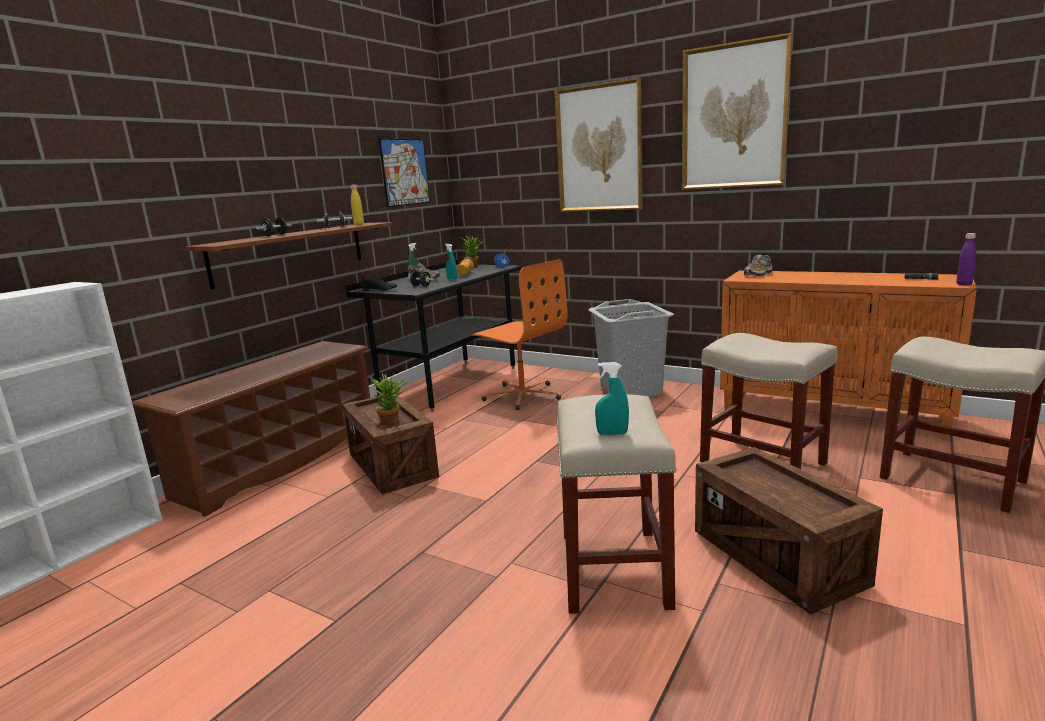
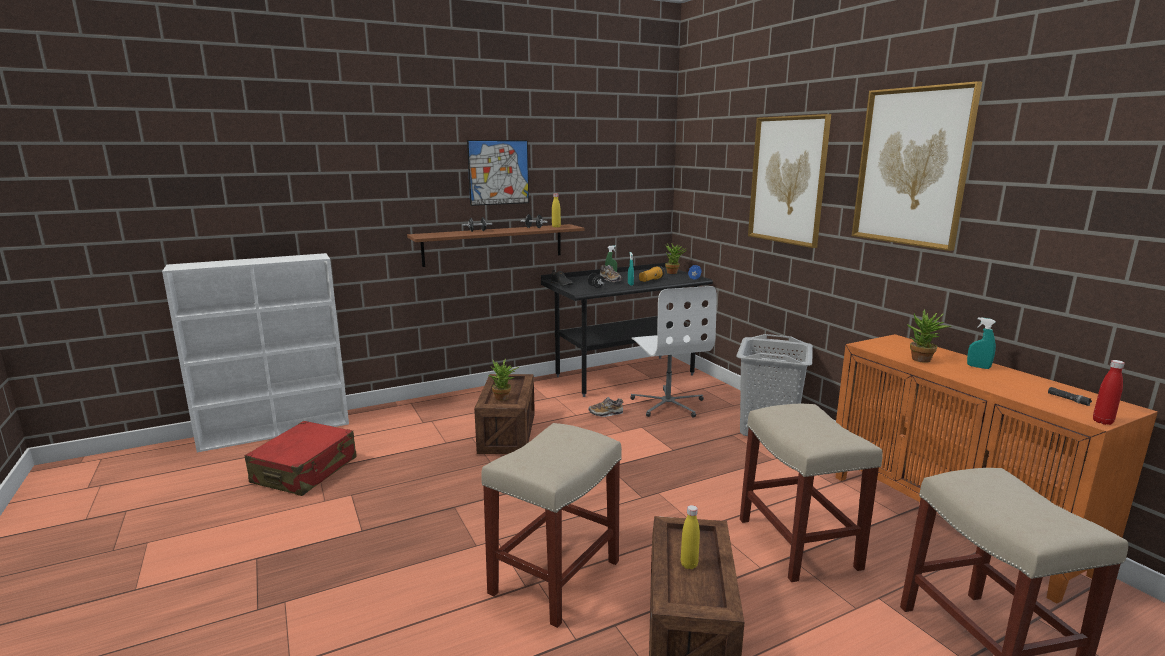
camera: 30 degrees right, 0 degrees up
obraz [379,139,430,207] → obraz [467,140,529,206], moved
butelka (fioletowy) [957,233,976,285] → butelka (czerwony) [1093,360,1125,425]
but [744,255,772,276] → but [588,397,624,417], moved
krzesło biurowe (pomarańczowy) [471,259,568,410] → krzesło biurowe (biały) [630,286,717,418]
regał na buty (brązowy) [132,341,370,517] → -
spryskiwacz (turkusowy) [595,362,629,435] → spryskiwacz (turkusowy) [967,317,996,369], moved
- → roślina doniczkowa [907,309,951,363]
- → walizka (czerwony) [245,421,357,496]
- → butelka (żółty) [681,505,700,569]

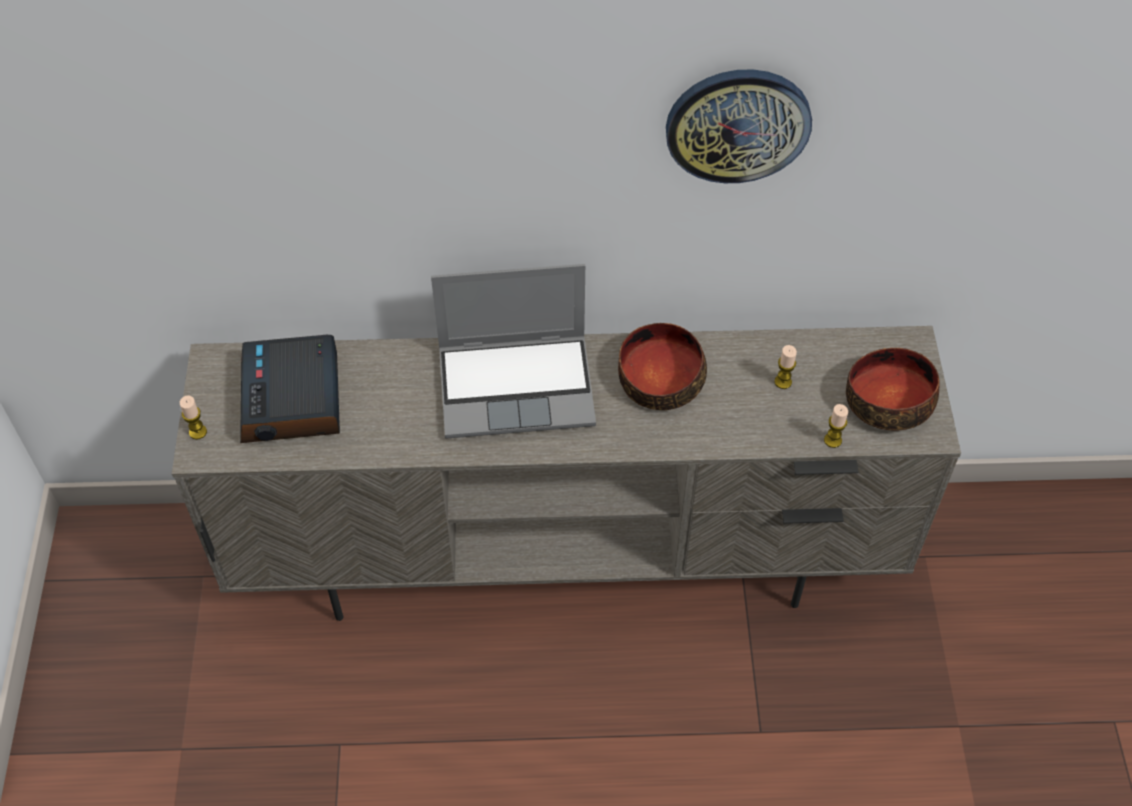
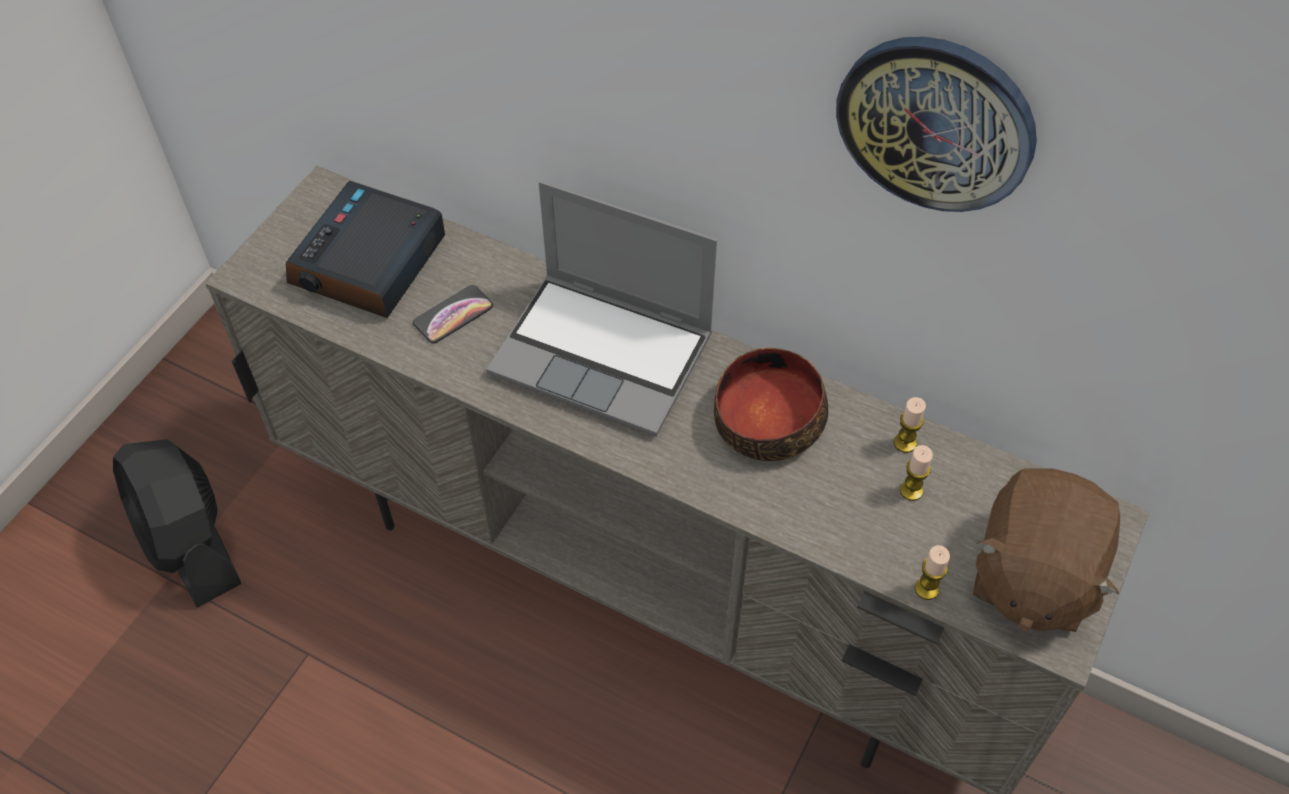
camera: 30 degrees right, 0 degrees up
miska [846,348,939,431] → pluszak (brązowy) [973,468,1120,632]
świeca [180,395,207,440] → świeca [894,397,926,453], moved
- → telefon [413,285,493,343]
- → wentylator (czarny) [113,439,242,608]

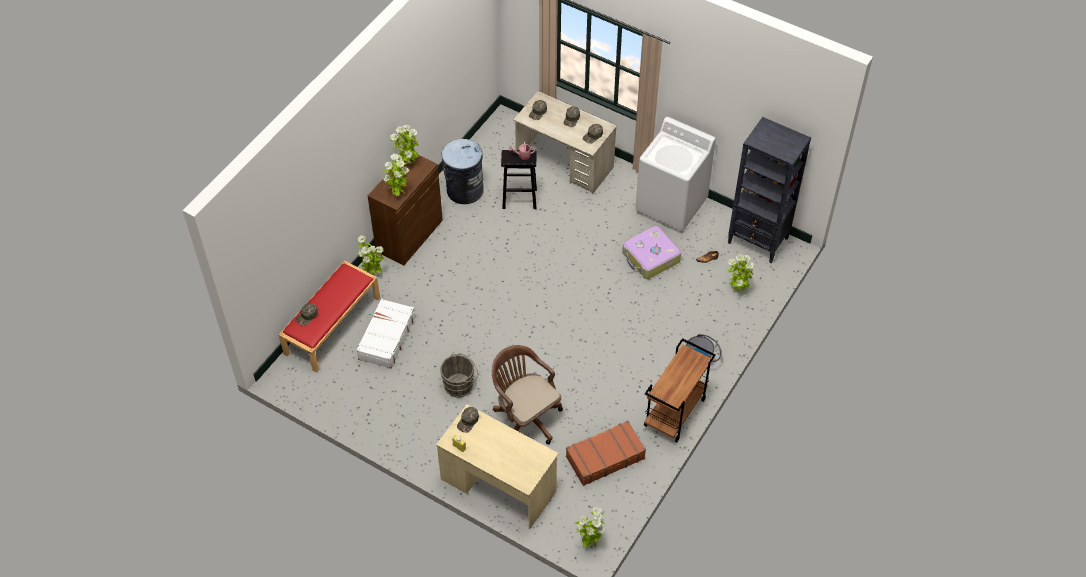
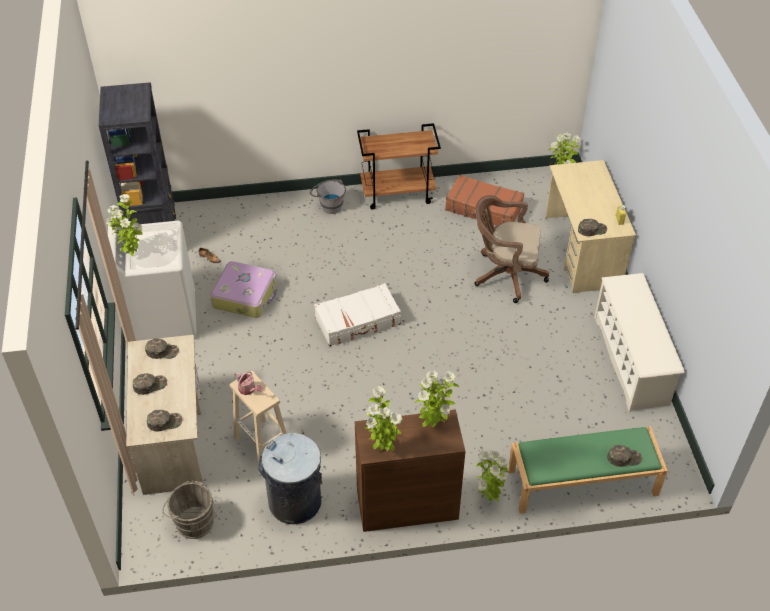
camera: 130 degrees left, 5 degrees down
stołek (czarny) [501,150,537,209] → stołek (beżowy) [230,371,287,465]
roślina doniczkowa [727,254,754,292] → roślina doniczkowa [106,194,143,256], moved
ławka (czerwony) [279,261,380,372] → ławka (zielony) [508,426,668,514]
walizka (biały) [356,299,415,369] → walizka (biały) [314,283,401,346], moved
krzesło biurowe (brązowy) [492,345,563,444] → krzesło biurowe (brązowy) [475,195,549,303], 90 degrees clockwise
wiadro (szary) [440,354,478,397] → wiadro (szary) [162,481,215,539], moved
- → regał na buty (biały) [594,273,685,412]

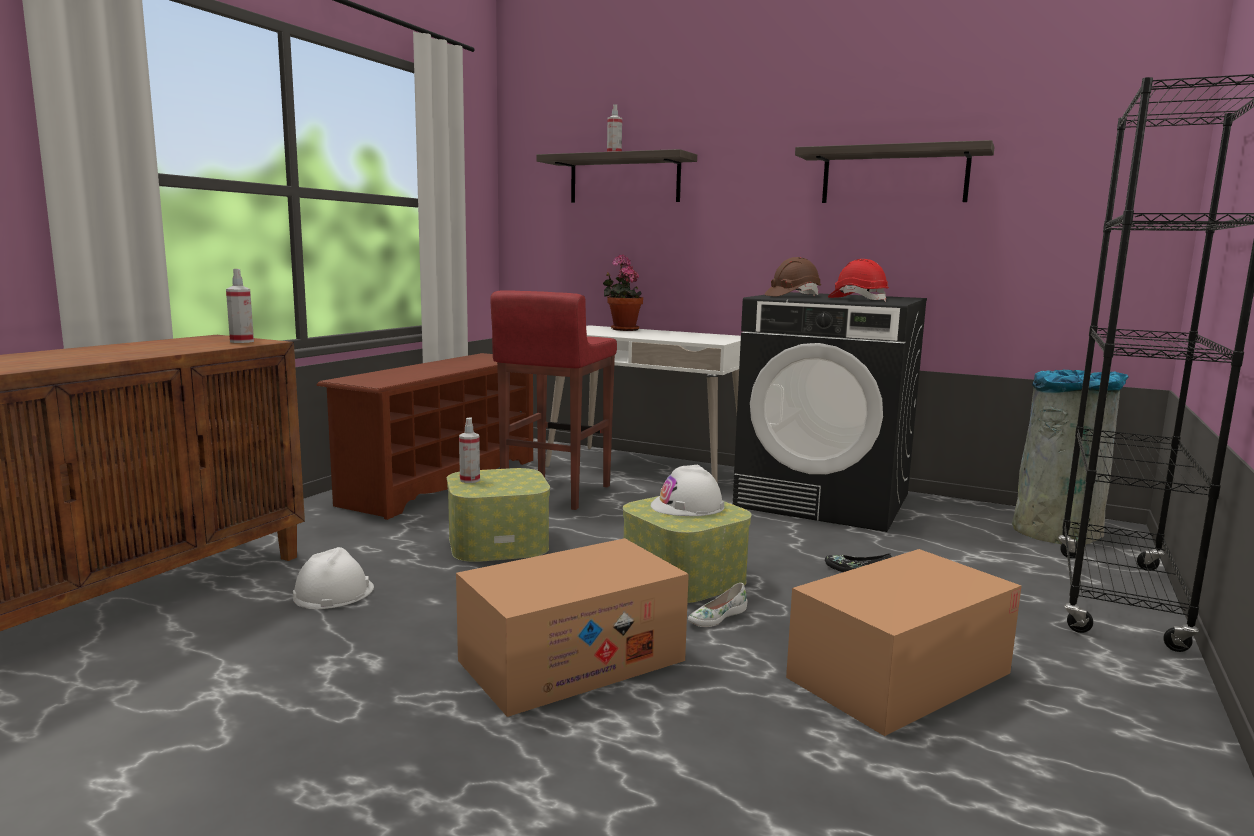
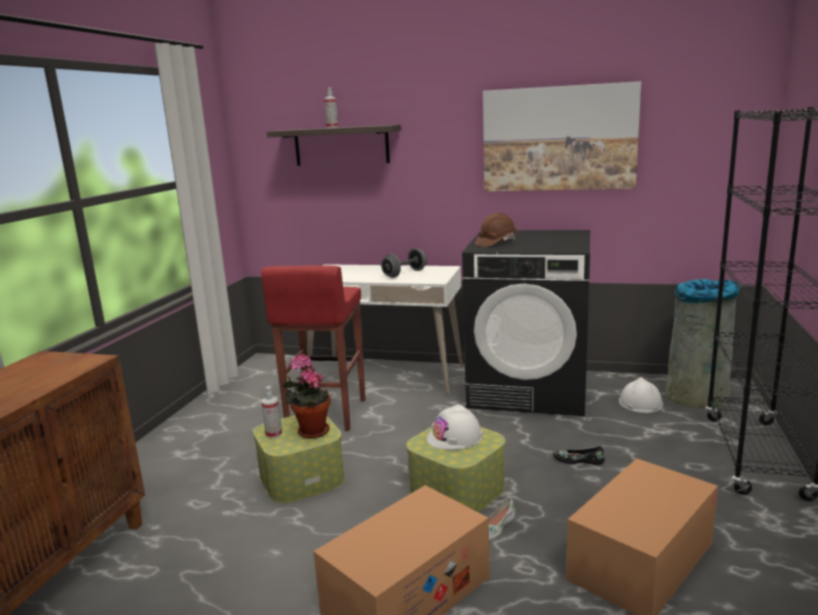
camera: 10 degrees left, 5 degrees up
półka [795,140,995,203] → obraz [483,81,641,191]
roślina doniczkowa [603,254,643,331] → roślina doniczkowa [283,354,331,439], moved
kask (czerwony) [828,259,889,302] → -
spryskiwacz [226,269,254,343] → -
regał na buty (brązowy) [316,353,533,520] → -
kask (biały) [293,547,374,609] → kask (biały) [619,377,663,413], moved
- → hantel (szary) [381,248,427,278]

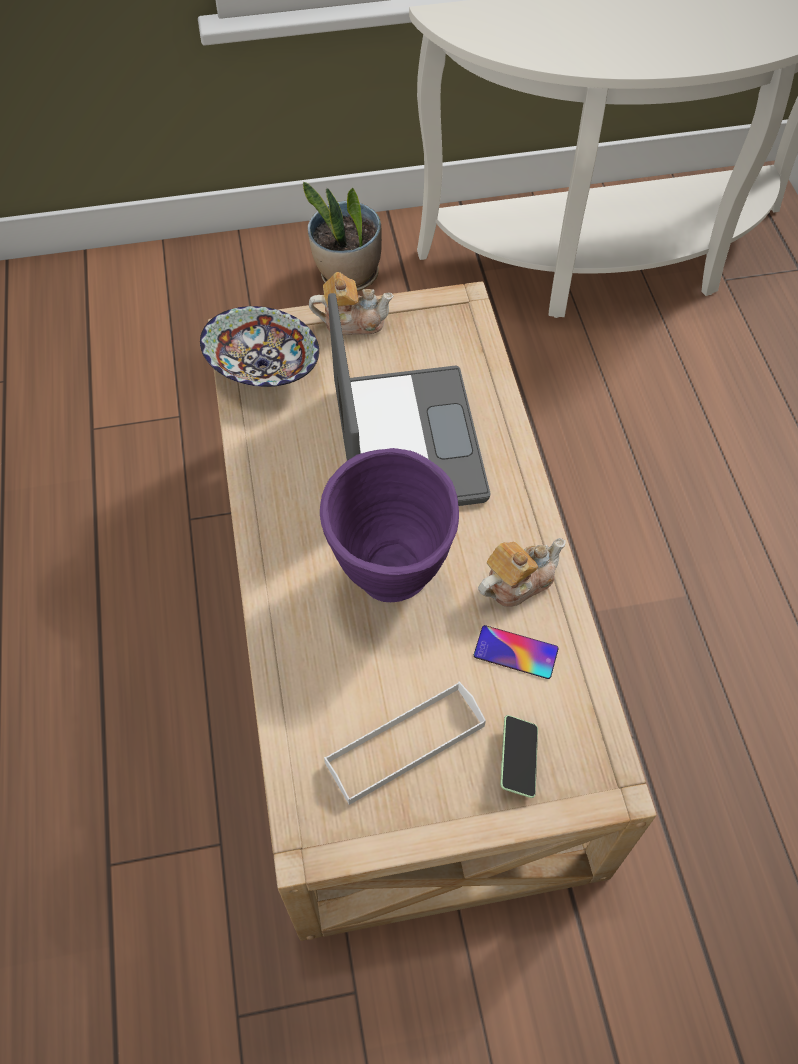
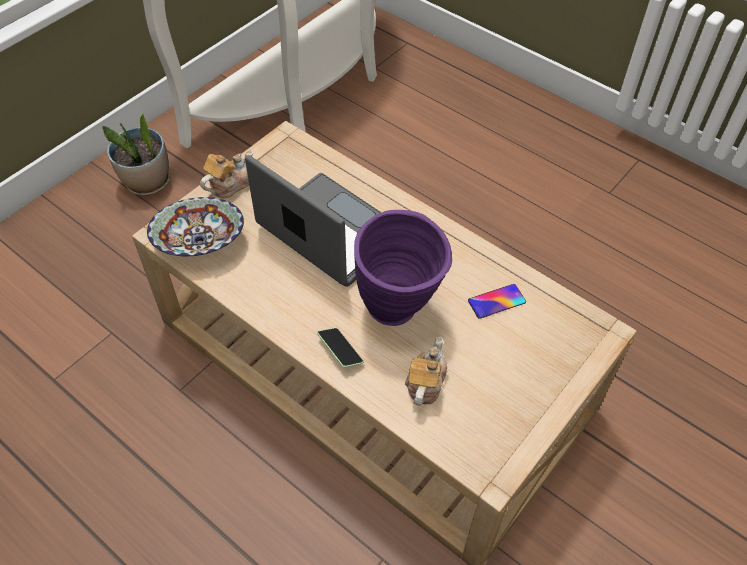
camera: 40 degrees left, 5 degrees down
imbryk [478,538,566,607] → imbryk [405,336,447,405], moved
taca (biały) [324,682,486,805] → -
telefon [500,715,538,798] → telefon [317,328,363,367], moved

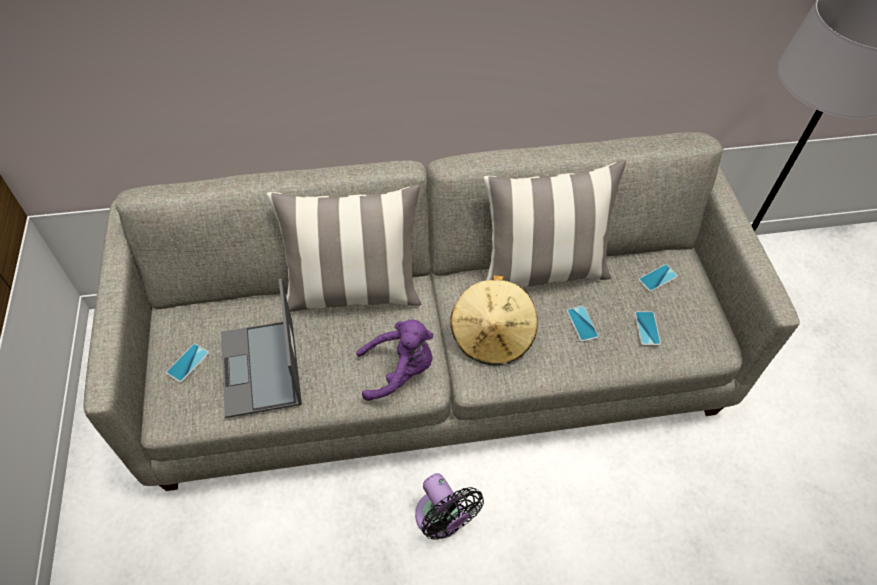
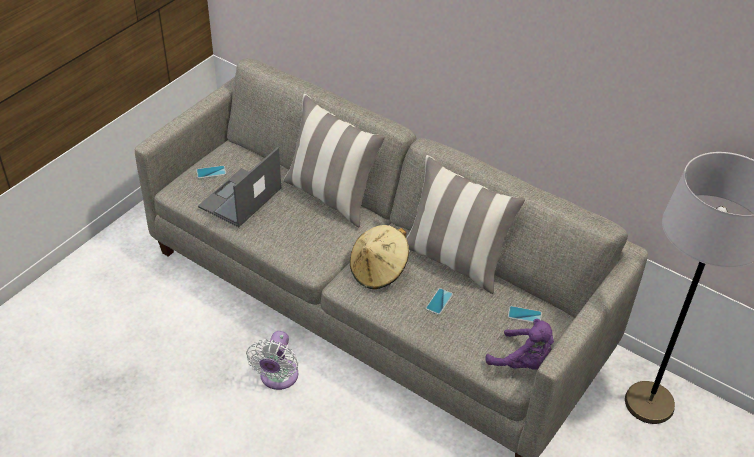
camera: 45 degrees right, 10 degrees down
telefon [635,311,661,345] → -
pluszak (fioletowy) [356,320,433,401] → pluszak (fioletowy) [485,319,554,370], moved
wentylator (czarny) [415,473,484,540] → wentylator (biały) [246,331,298,390]

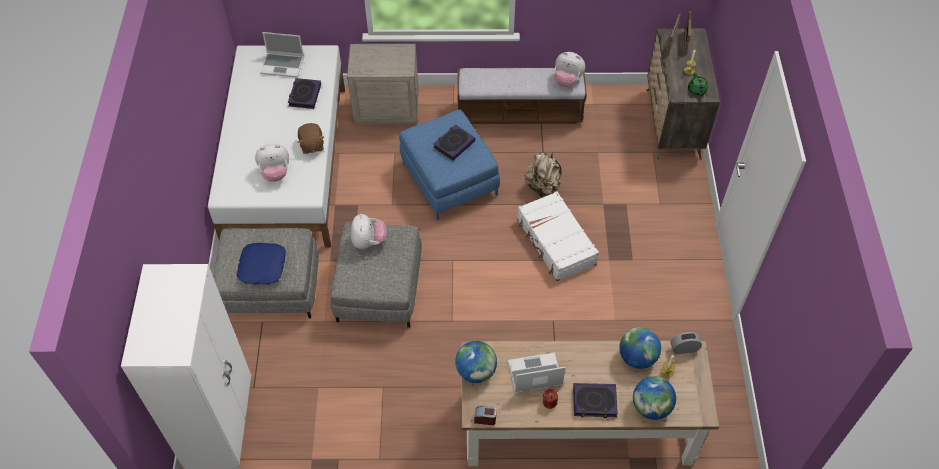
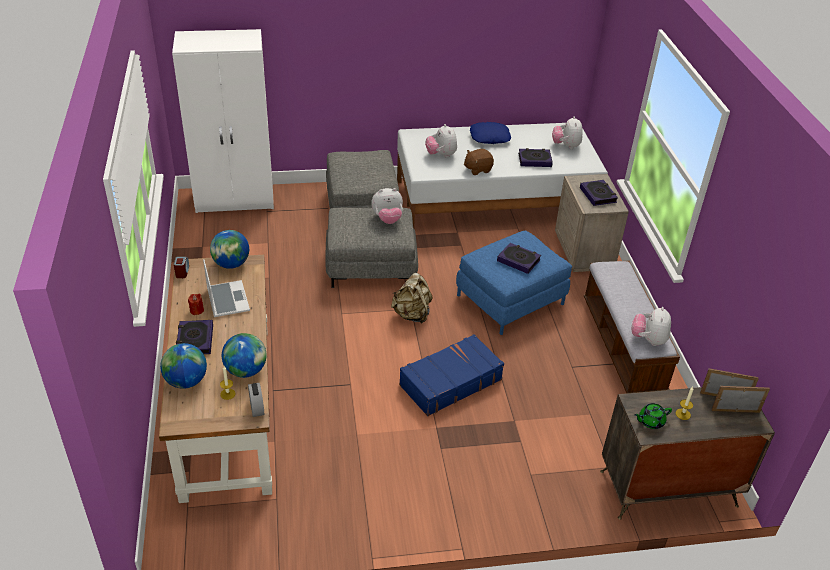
camera: 80 degrees right, 15 degrees down
laptop [260,32,304,78] → pluszak [552,116,583,149]
plecak (beżowy) [525,151,562,197] → plecak (beżowy) [391,273,433,324], moved
walizka (biały) [517,191,599,281] → walizka (niebieski) [399,334,504,416]
poduszka (niebieski) [237,243,286,285] → poduszka (niebieski) [470,122,511,144], moved
- → książka [580,180,618,206]

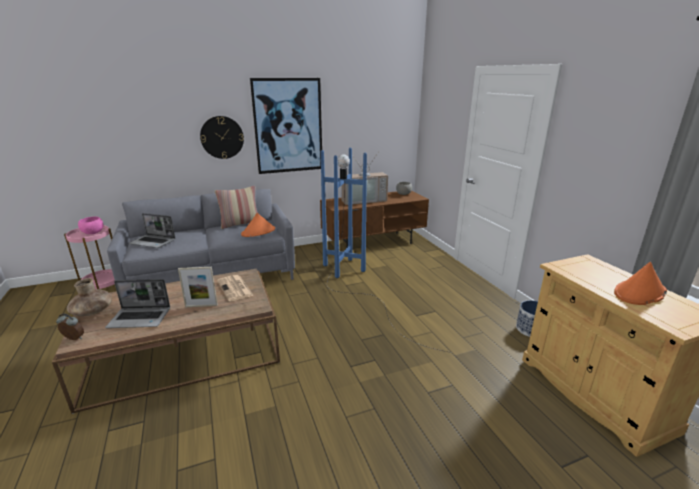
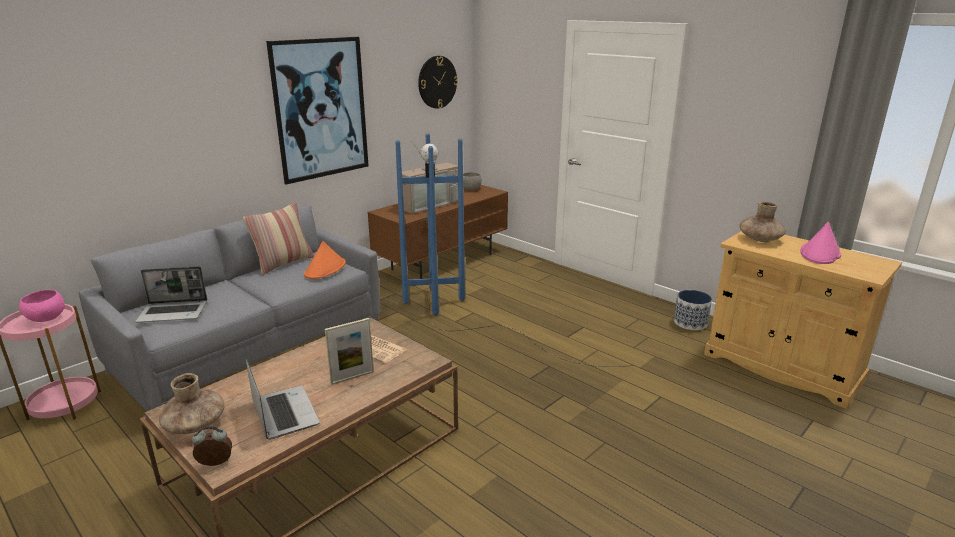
camera: 25 degrees left, 0 degrees up
zegar ścienny [200,116,244,159] → zegar ścienny [418,56,458,109], moved
kapelusz (pomarańczowy) [614,262,667,305] → kapelusz (różowy) [800,221,842,264]
laptop [105,279,170,328] → laptop [246,359,320,440], 90 degrees counterclockwise
- → wazon (brązowy) [739,201,786,242]

